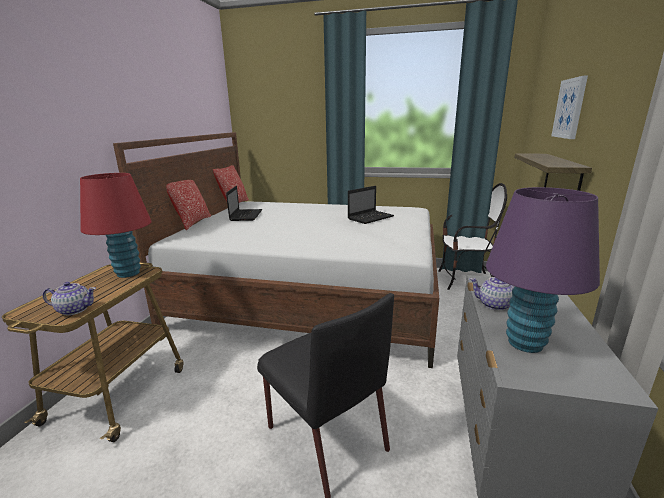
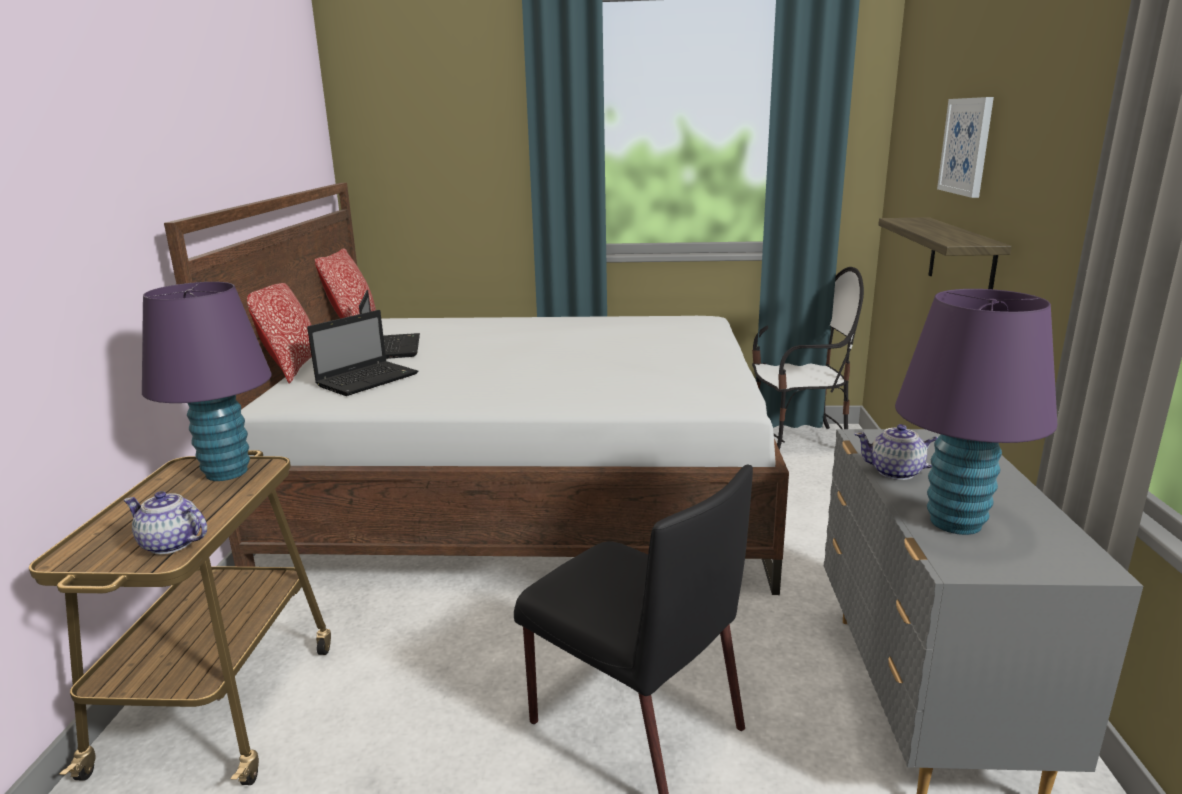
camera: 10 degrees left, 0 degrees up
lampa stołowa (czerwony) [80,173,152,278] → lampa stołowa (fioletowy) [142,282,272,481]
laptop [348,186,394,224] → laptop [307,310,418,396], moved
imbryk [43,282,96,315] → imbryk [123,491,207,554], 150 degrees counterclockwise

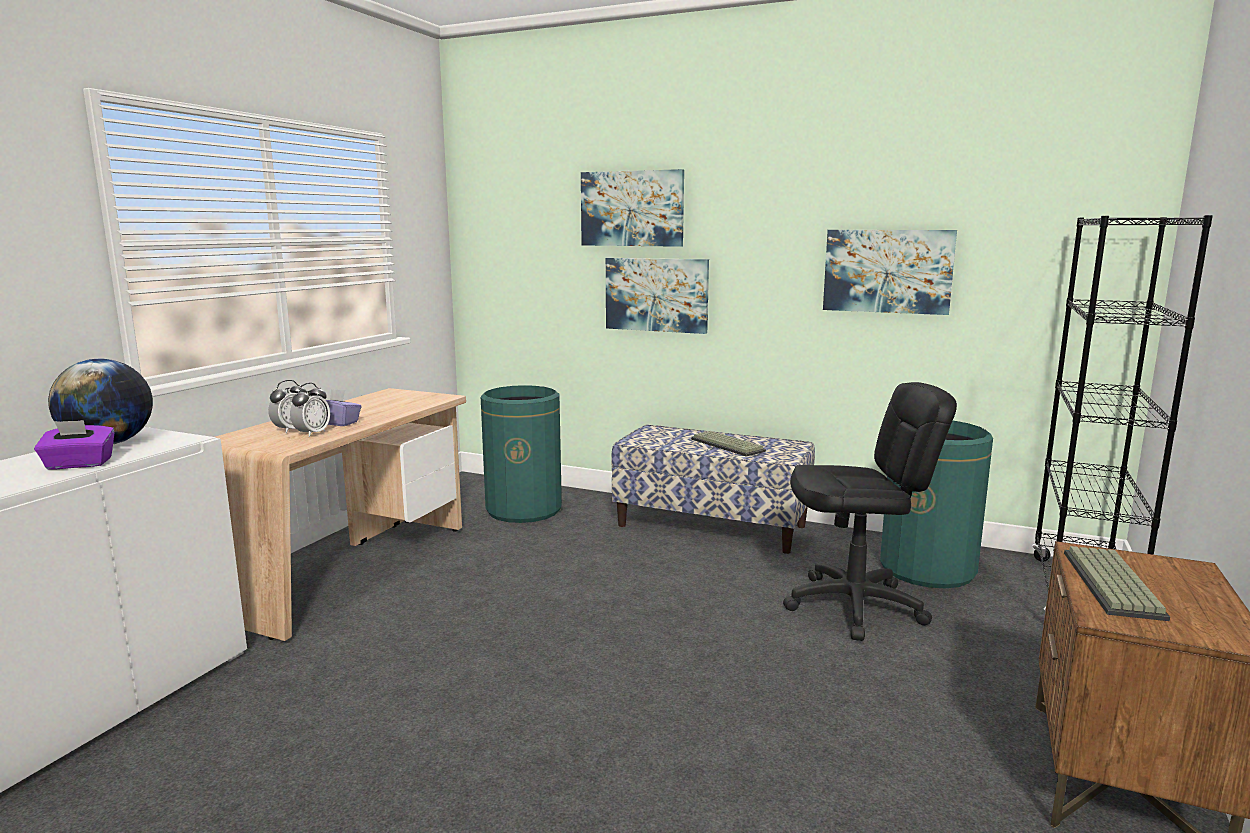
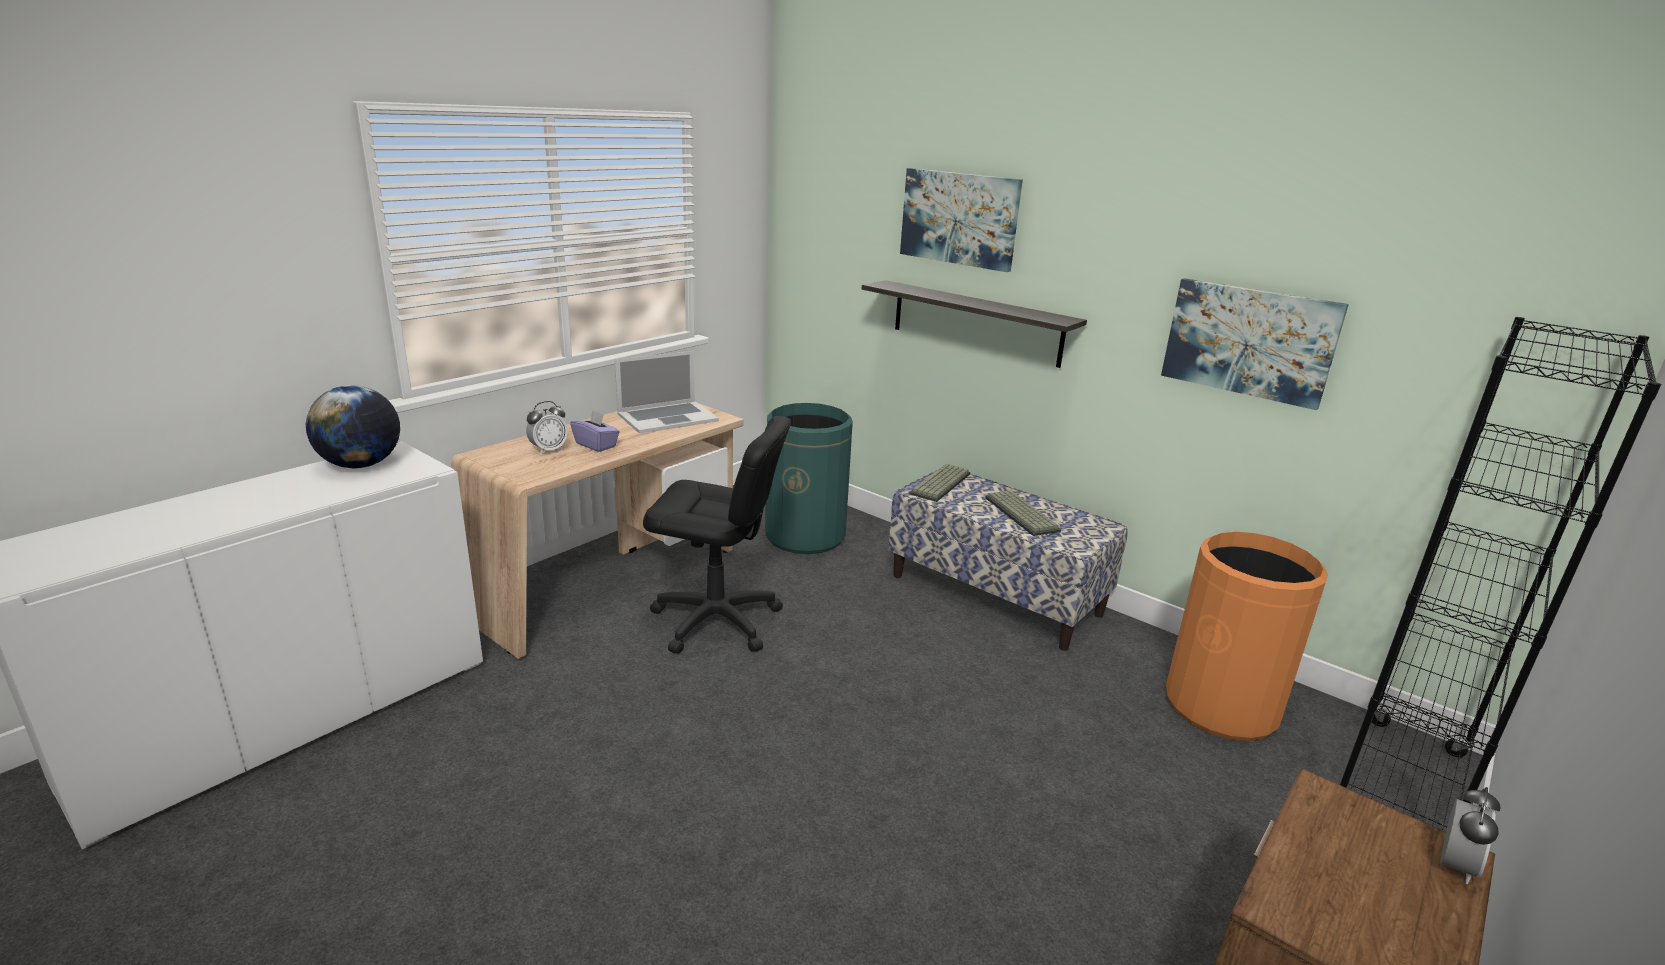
camera: 15 degrees right, 10 degrees up
obraz [606,258,709,334] → półka [862,280,1087,368]
krzesło biurowe (czarny) [783,382,957,641] → krzesło biurowe (czarny) [643,416,791,654], moved
budzik [290,383,330,437] → budzik [1441,787,1500,884], moved
pudełko chusteczek (fioletowy) [34,420,115,469] → -
kosz na śmieci (zielony) [880,421,993,588] → kosz na śmieci (pomarańczowy) [1166,532,1328,741]
klawiatura [1064,546,1170,621] → klawiatura [909,464,970,502], moved
- → laptop [615,351,719,434]

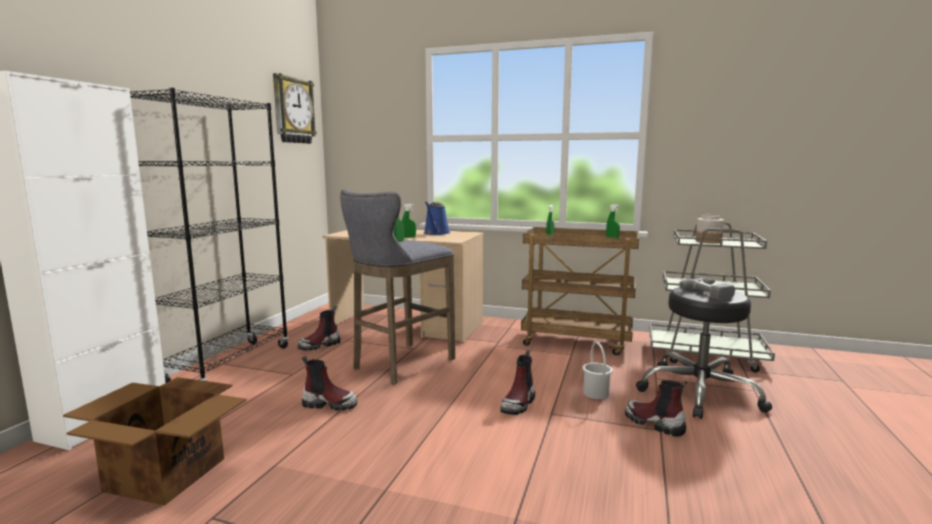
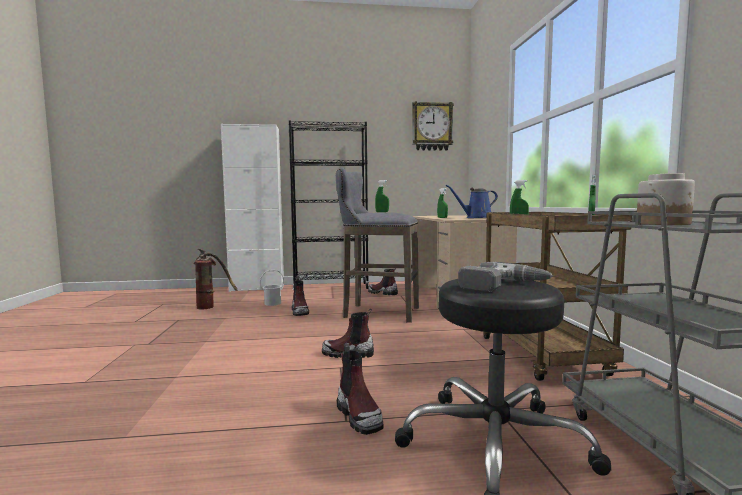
camera: 65 degrees right, 5 degrees down
wiadro (biały) [582,342,613,399] → wiadro (biały) [260,270,284,306], moved
karton [63,377,247,505] → gaśnica [193,249,237,310]
but z cholewką [625,380,688,437] → but z cholewką [337,343,383,435], 135 degrees clockwise

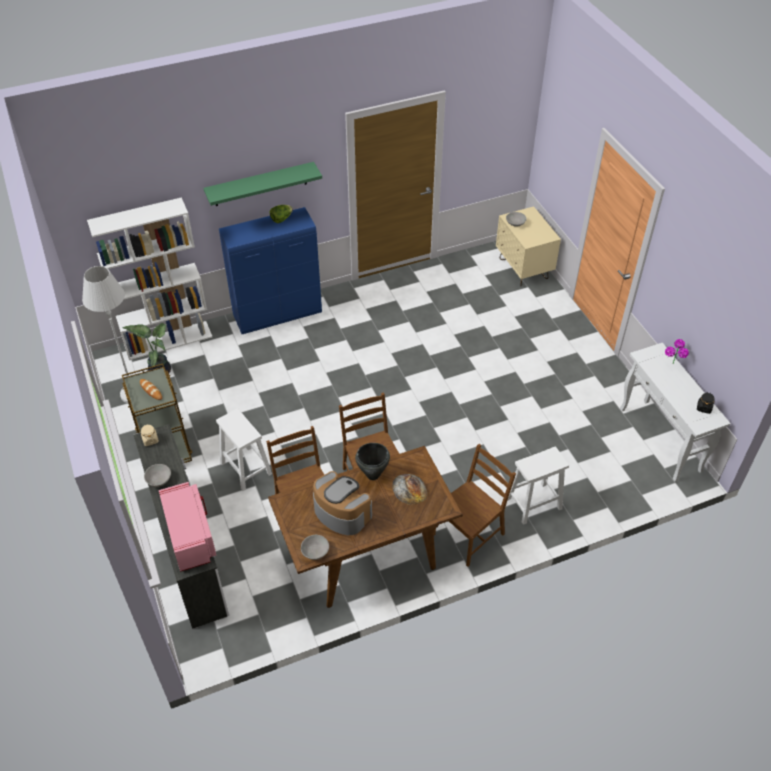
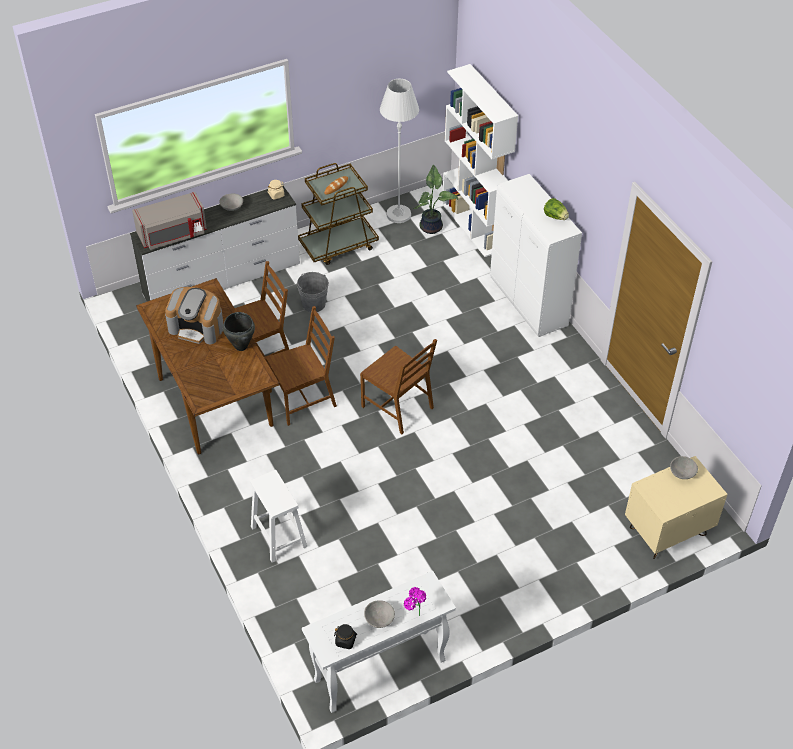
camera: 85 degrees right, 0 degrees up
półka (zielony) [204,162,322,206] → -
szafka (niebieski) [219,207,322,334] → szafka (biały) [490,174,582,337]
stołek (biały) [216,408,272,491] → wiadro (szary) [297,272,329,312]
krzesło (brązowy) [433,444,516,567] → krzesło (brązowy) [360,339,437,434], moved
ekspres do kawy [313,471,372,536] → ekspres do kawy [165,287,224,344], 75 degrees clockwise
chleb [392,474,427,505] → -
mikrofalówka (różowy) [159,482,216,572] → mikrofalówka (szary) [132,192,207,250]
miska (szary) [301,535,329,560] → miska (szary) [364,600,395,628], moved

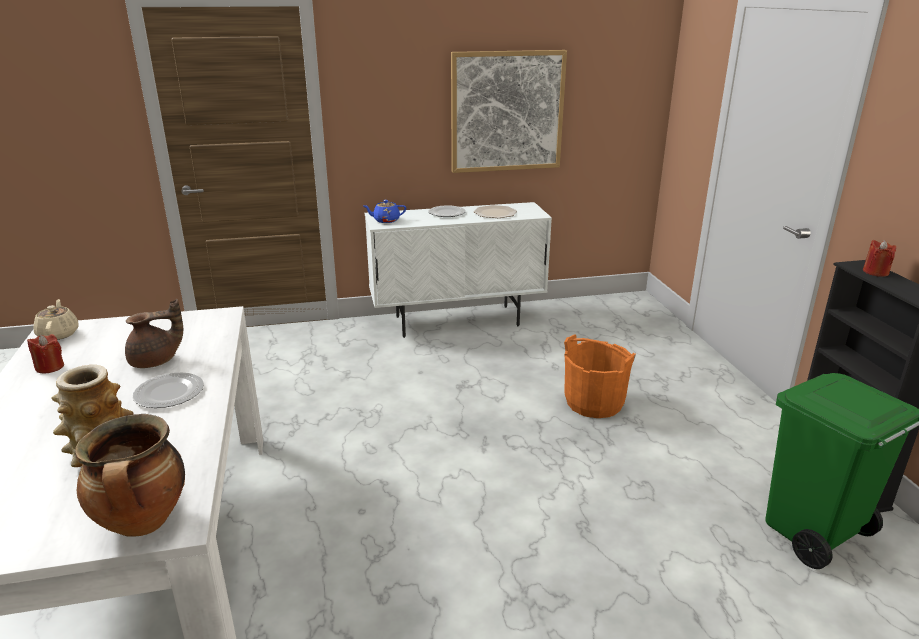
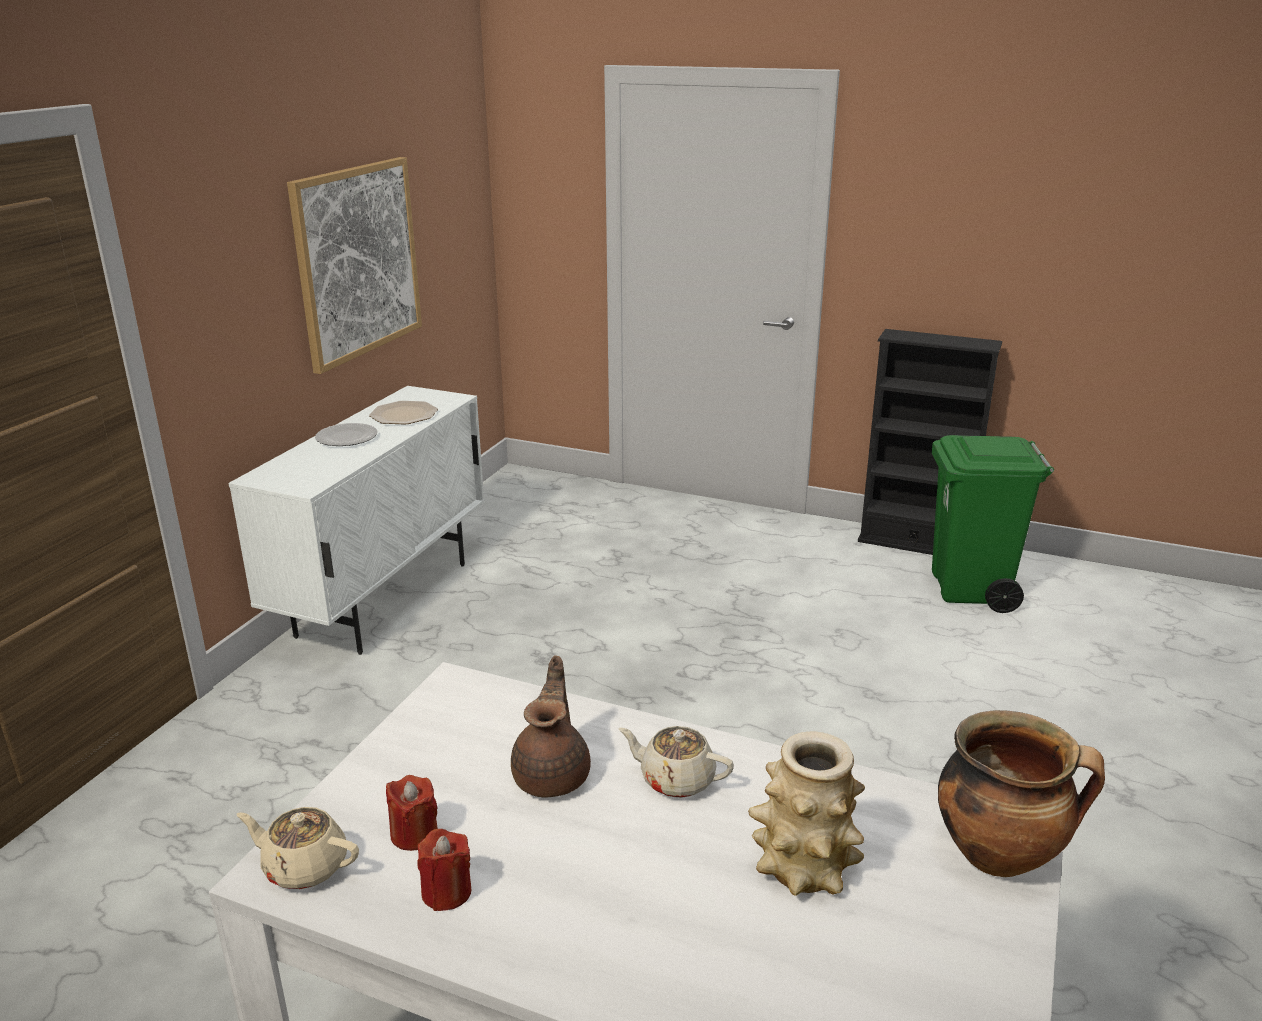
camera: 55 degrees left, 0 degrees up
imbryk (niebieski) [364,200,406,223] → -
świeca (czerwony) [863,240,896,277] → świeca (czerwony) [386,775,438,851], moved
wiadro (pomarańczowy) [564,335,636,418] → -
talerz [133,372,204,408] → imbryk (beżowy) [618,726,734,798]

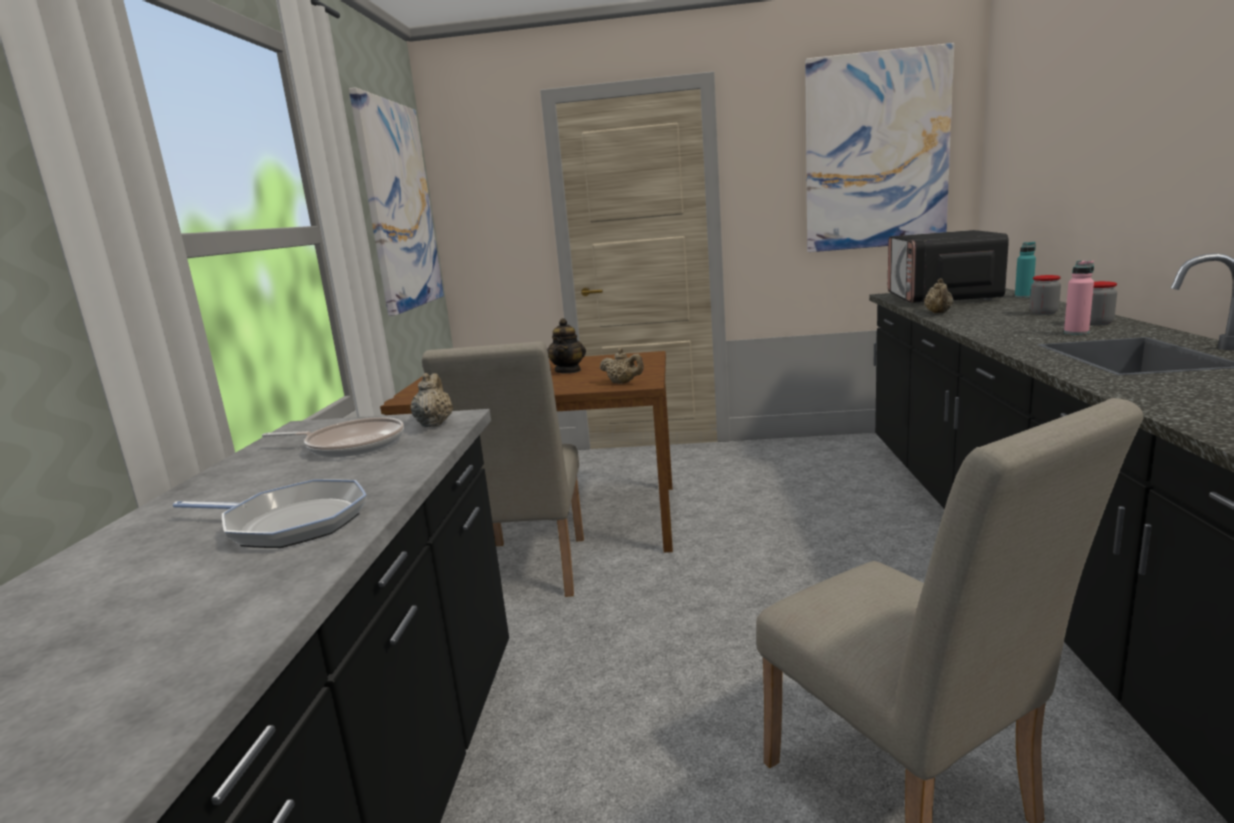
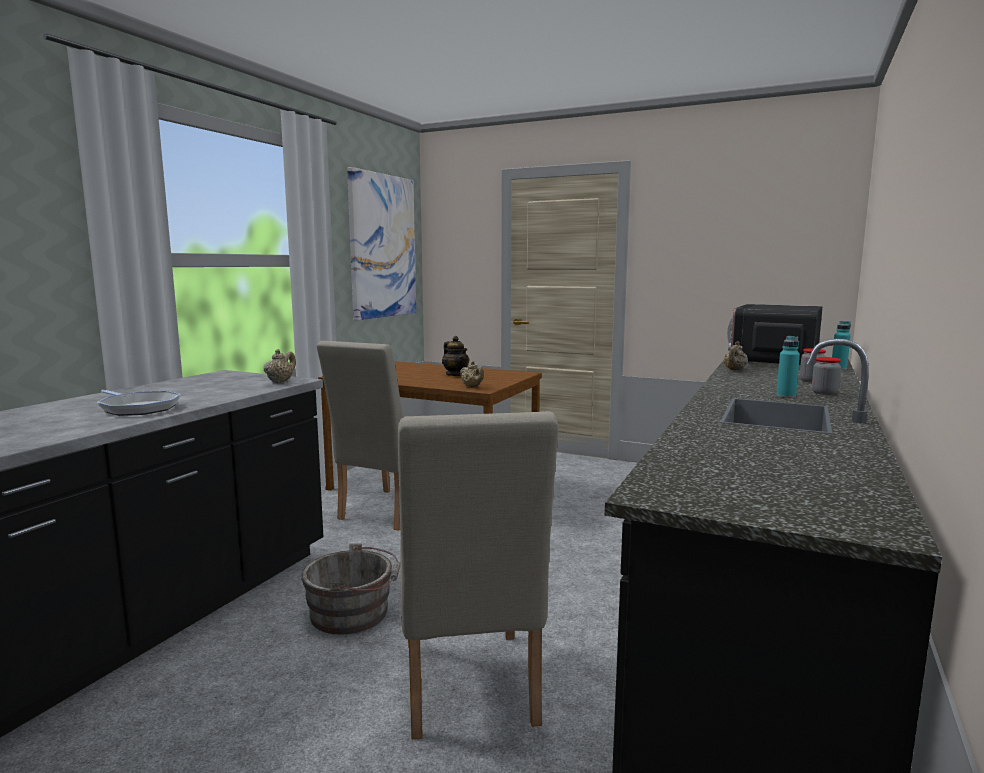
camera: 20 degrees right, 5 degrees down
obraz [805,43,954,252] → -
butelka (różowy) [1064,260,1094,335] → butelka (turkusowy) [776,336,800,398]
imbryk [547,318,586,374] → imbryk [442,336,469,376], 60 degrees counterclockwise
patelnia [262,417,404,457] → -
- → wiadro (szary) [301,543,400,635]

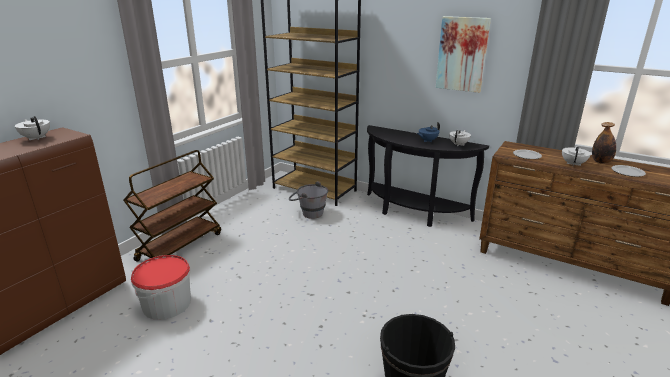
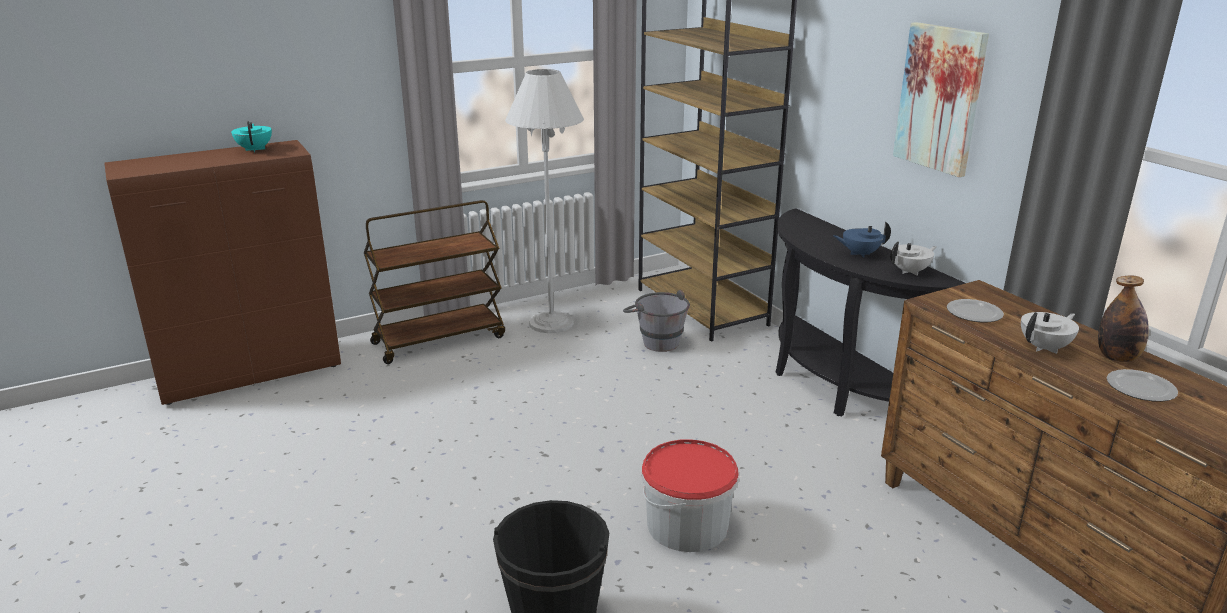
camera: 30 degrees right, 0 degrees up
imbryk (biały) [15,116,50,140] → imbryk (turkusowy) [231,121,272,152]
wiadro [131,255,191,320] → wiadro [641,439,739,552], moved
- → lampa stojąca (biały) [505,69,584,333]

